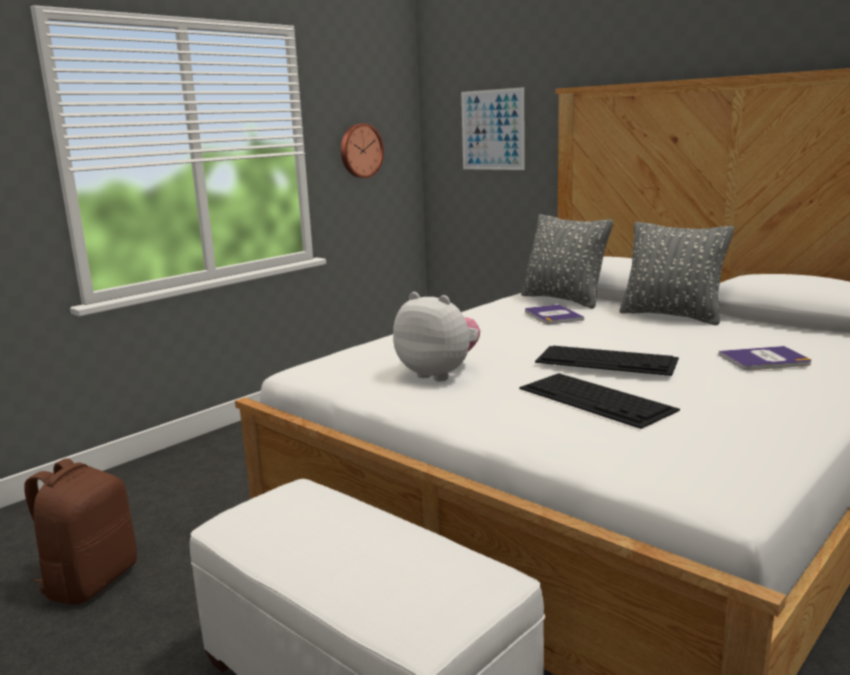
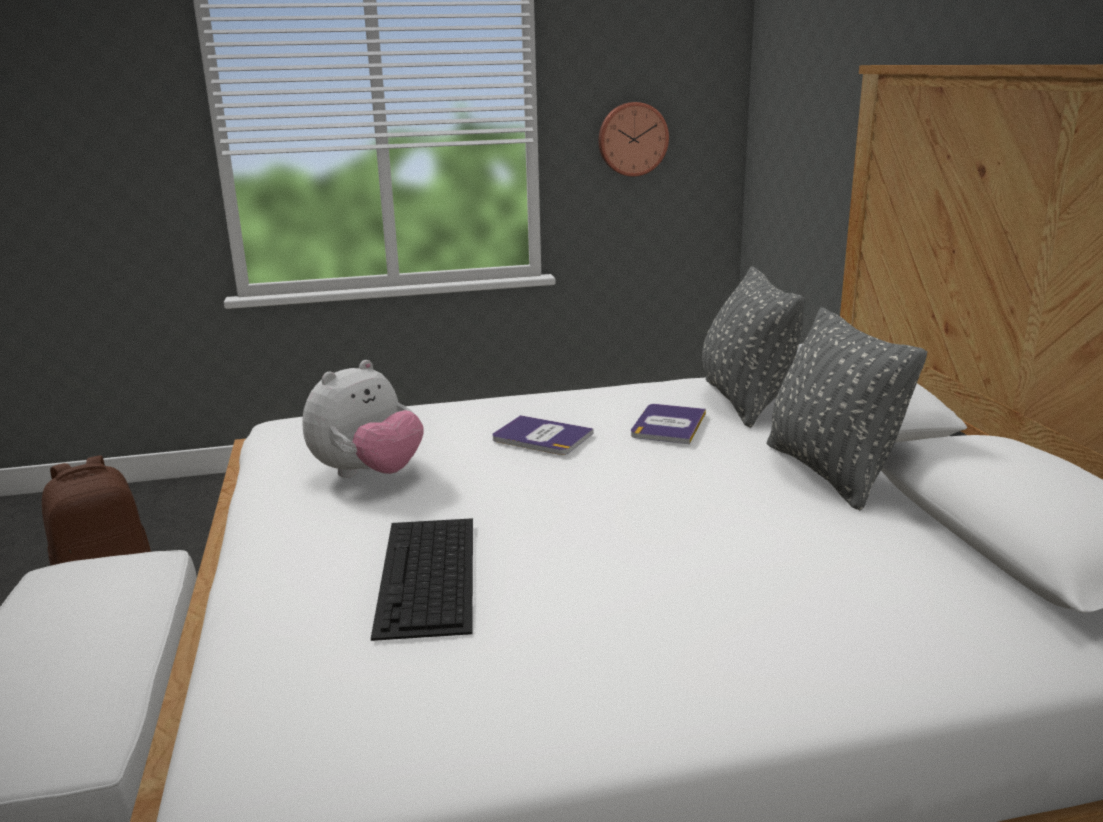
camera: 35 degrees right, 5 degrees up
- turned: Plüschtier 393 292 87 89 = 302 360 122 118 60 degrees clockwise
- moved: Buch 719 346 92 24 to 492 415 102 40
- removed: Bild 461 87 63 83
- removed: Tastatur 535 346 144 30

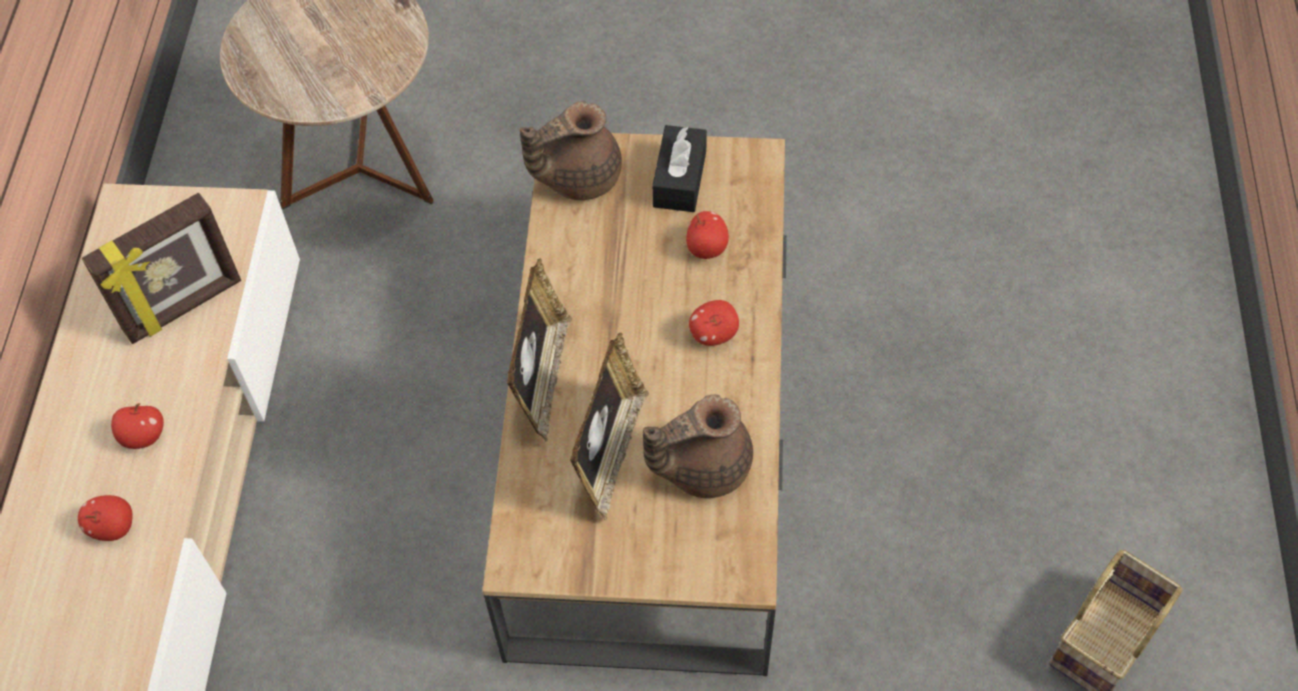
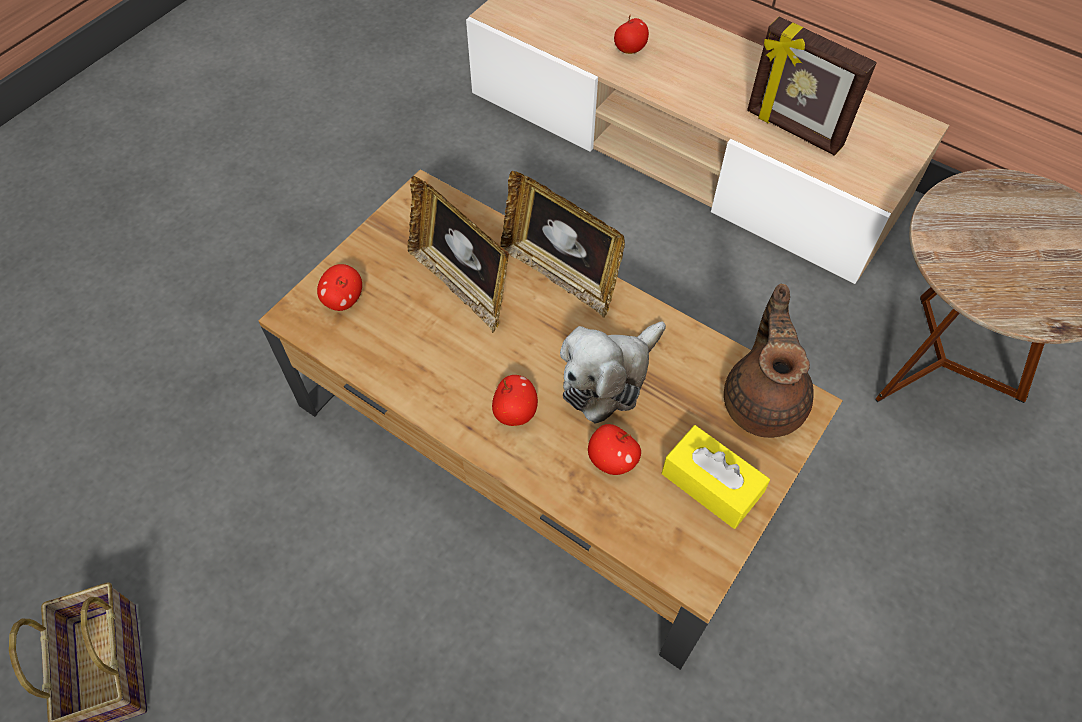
camera: 120 degrees right, 0 degrees up
- moved: Apfel 111 403 53 46 to 317 264 45 47
- added: Plüschtier 560 322 106 102
- recoloured: Taschentuchbox [schwarz] 652 125 55 87 to Taschentuchbox [gelb] 662 425 108 104
- turned: Bilderrahmen 82 193 159 151 = 747 17 130 139 45 degrees counterclockwise
- removed: Teekanne [braun] 643 395 110 103

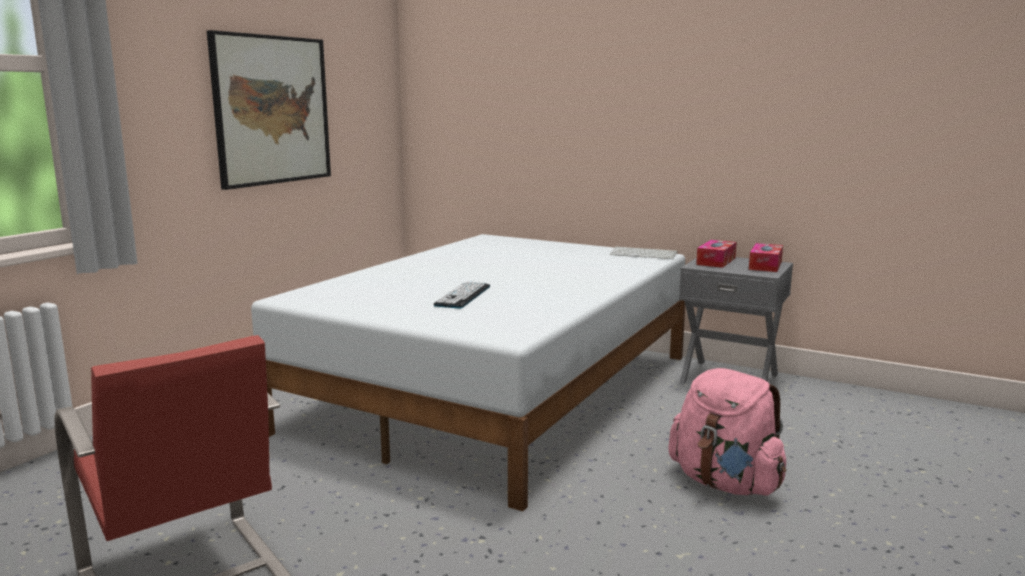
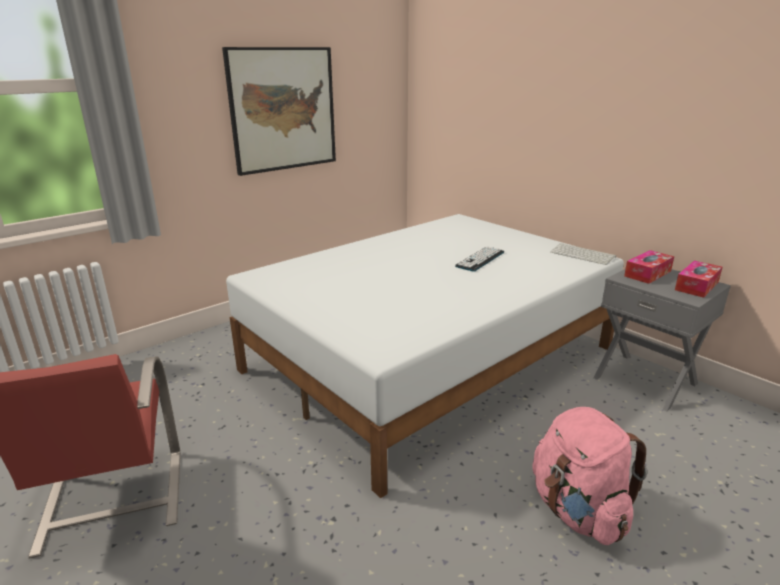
camera: 20 degrees right, 10 degrees up
- moved: Tastatur 434 281 56 27 to 455 246 49 26

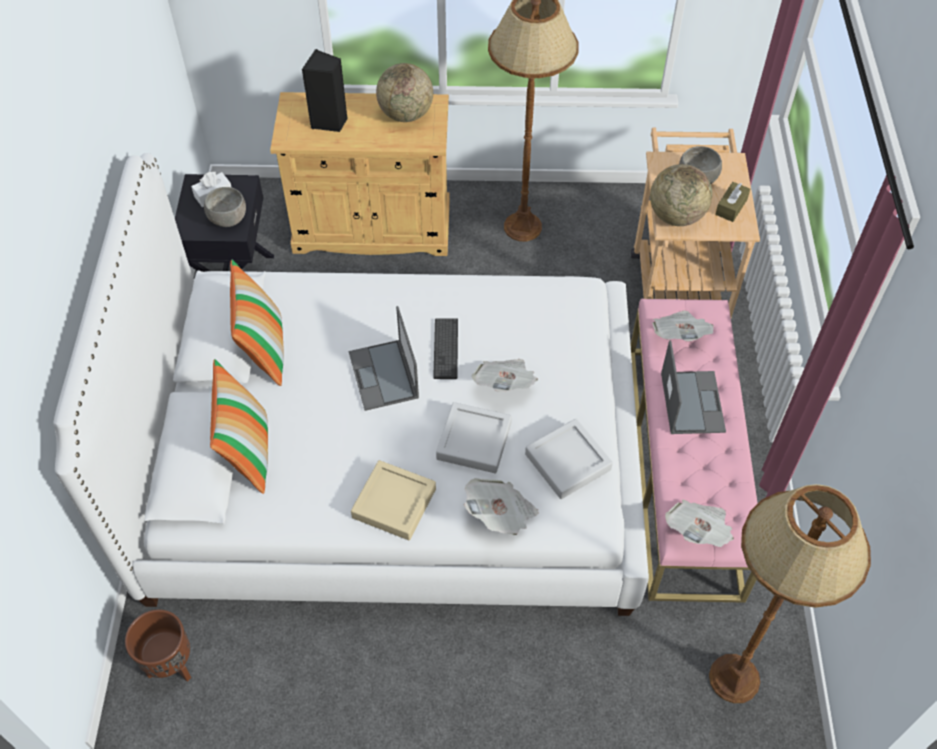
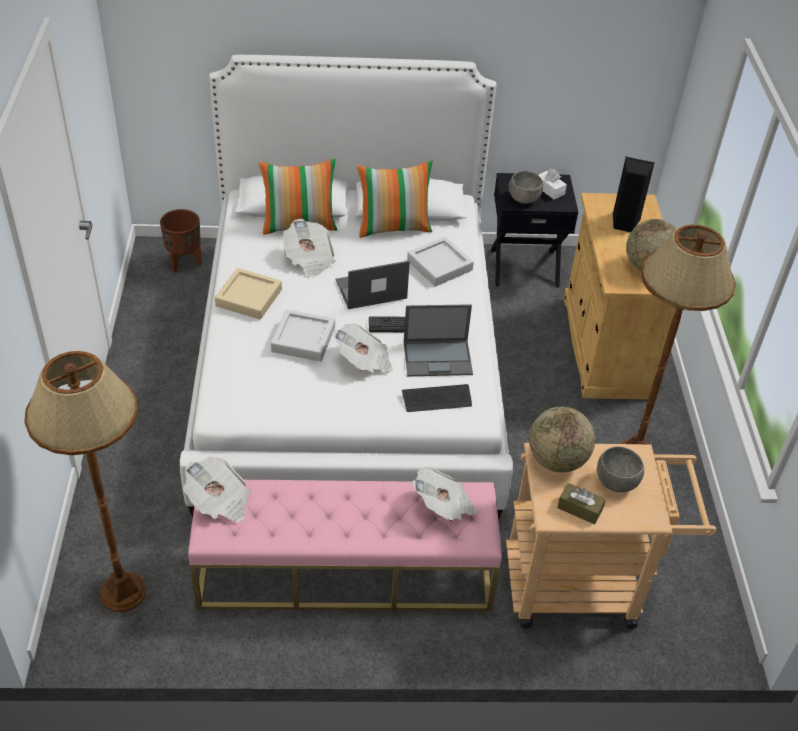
camera: 85 degrees right, 10 degrees down
- moved: Zeitung 464 478 75 57 to 283 219 52 59
- added: Tastatur 402 384 70 28
- moved: Laptop 661 340 65 94 to 404 304 69 72
- moved: Tablett [grau] 525 419 88 80 to 407 237 67 50

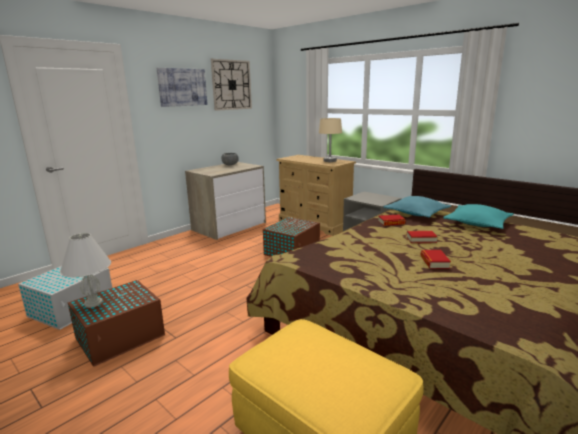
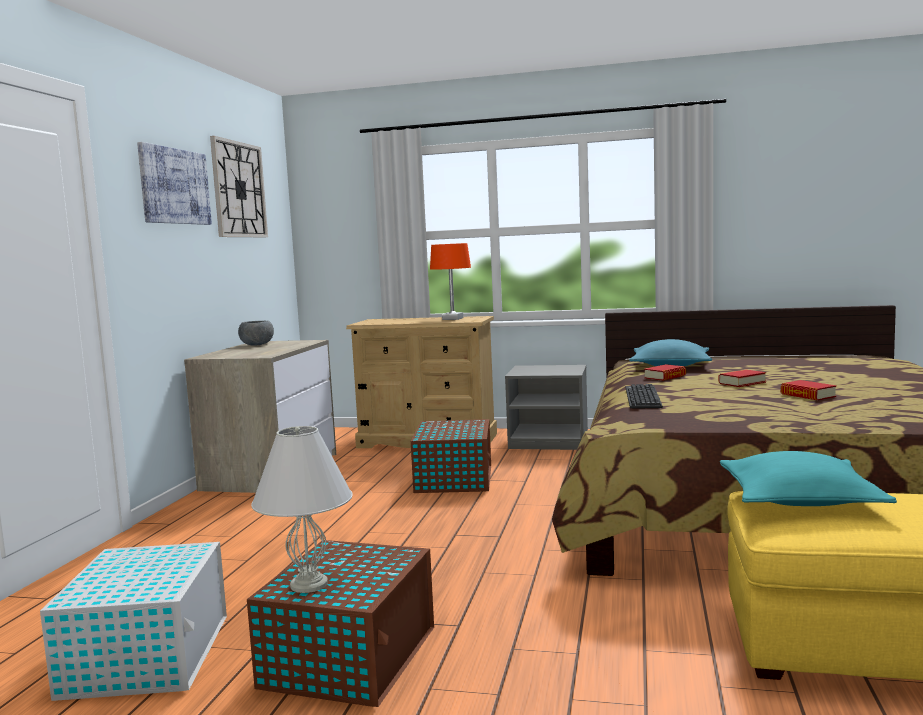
camera: 30 degrees left, 10 degrees down
- recoloured: Tischlampe [beige] 319 118 23 44 to Tischlampe [orange] 430 243 41 77
- added: Tastatur 626 384 37 24
- moved: Kissen [türkis] 443 204 70 25 to 720 451 177 55

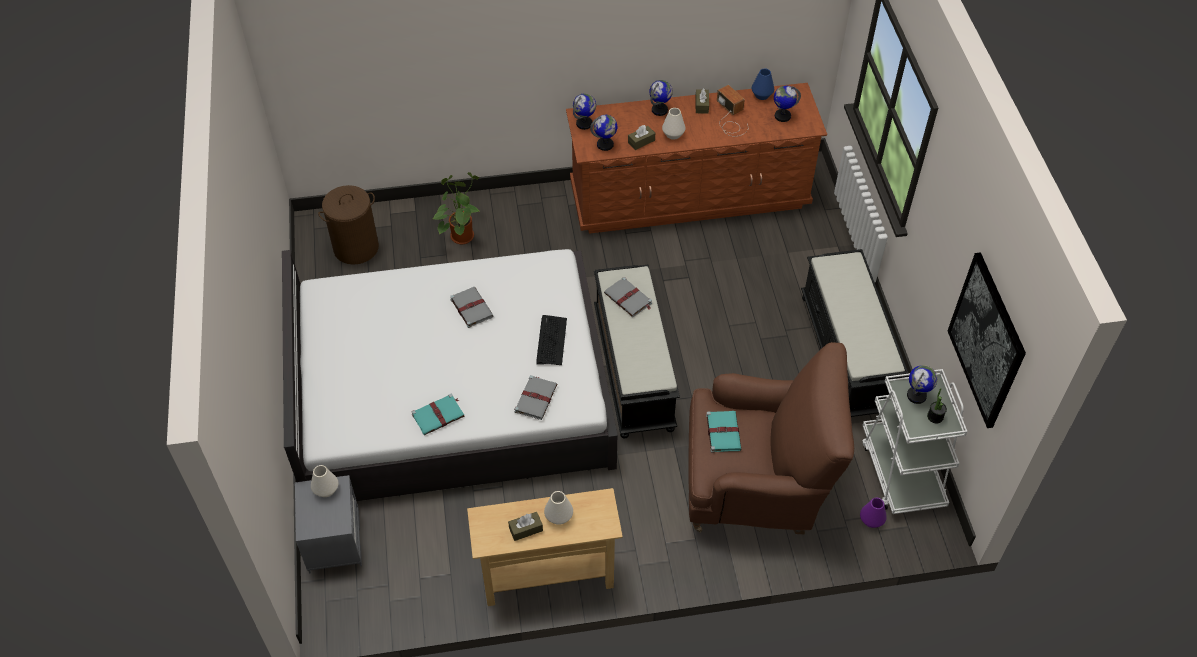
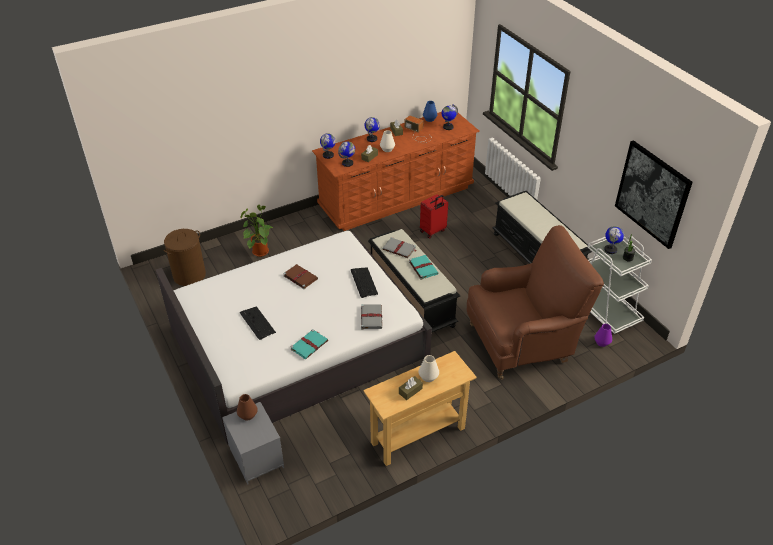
camera: 20 degrees left, 10 degrees down
- recoloured: Vase [weiß] 311 465 27 32 to Vase [braun] 237 394 21 27
- added: Tastatur 240 306 36 34
- recoloured: Buch [grau] 450 287 44 41 to Buch [braun] 283 264 35 25
- moved: Buch [türkis] 706 411 35 42 to 409 255 29 25
- added: Koffer [rot] 420 194 28 44

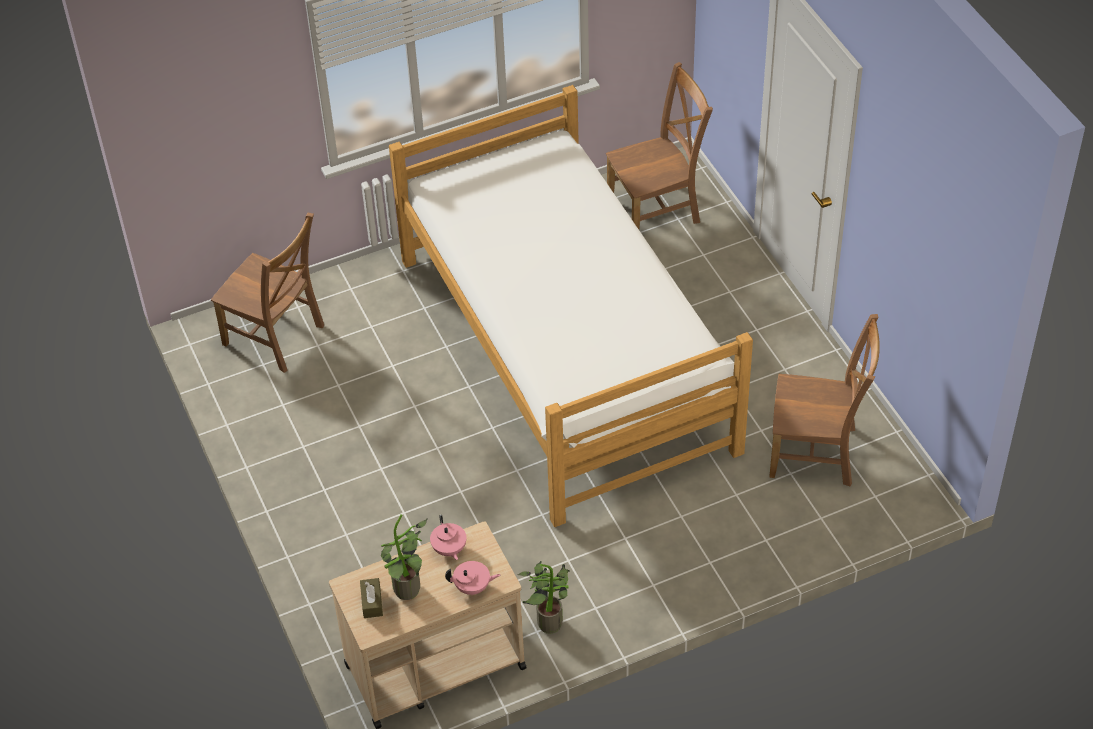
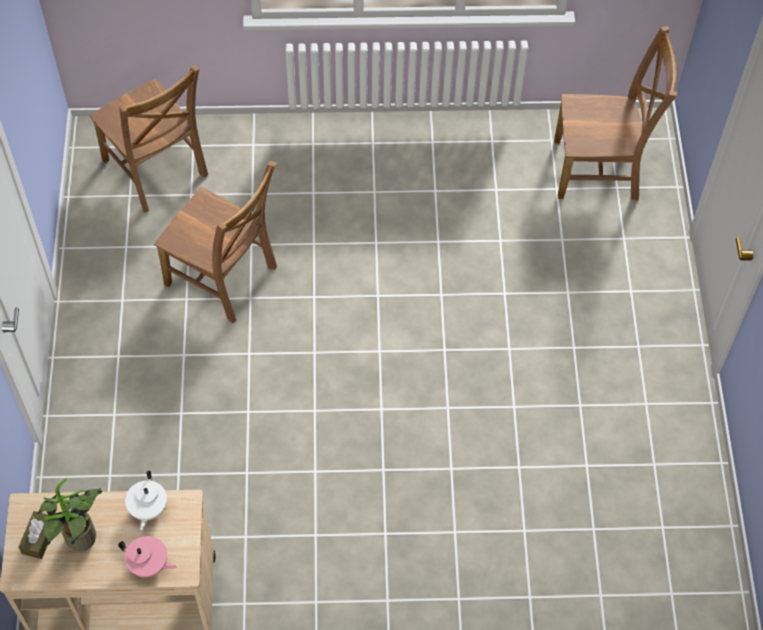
camera: 20 degrees right, 10 degrees up
- recoloured: Teekanne [rosa] 430 515 36 45 to Teekanne [weiß] 125 471 42 59
- moved: Stuhl [braun] 769 314 111 173 to 154 161 123 163
- removed: Bett 389 85 364 442
- removed: Topfpflanze 517 561 53 73

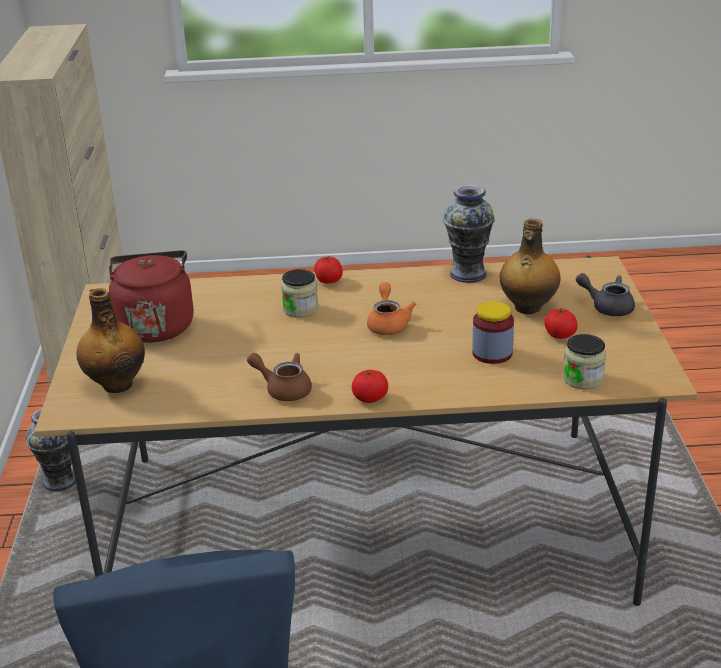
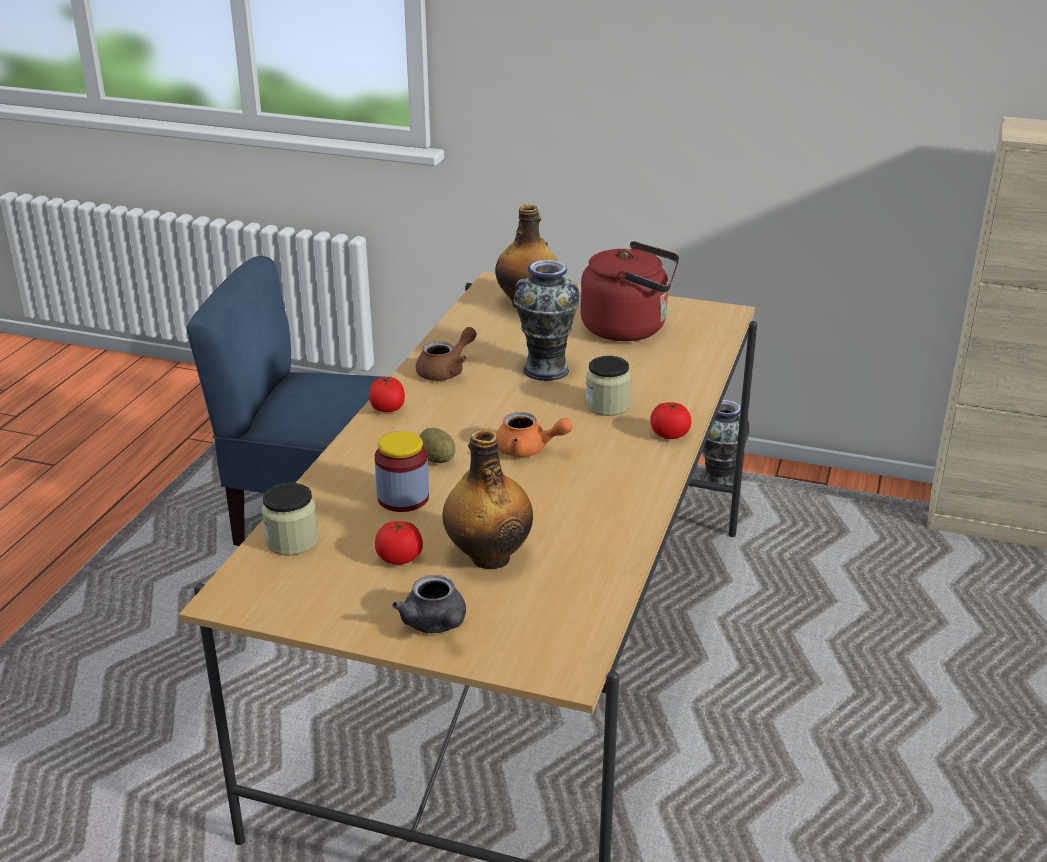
camera: 110 degrees right, 0 degrees up
- turned: Teekanne [grau] 576 273 59 43 = 392 575 74 58 105 degrees clockwise
- added: Kartoffel 419 428 36 35
- moved: Vase 443 185 51 98 to 513 260 67 121

